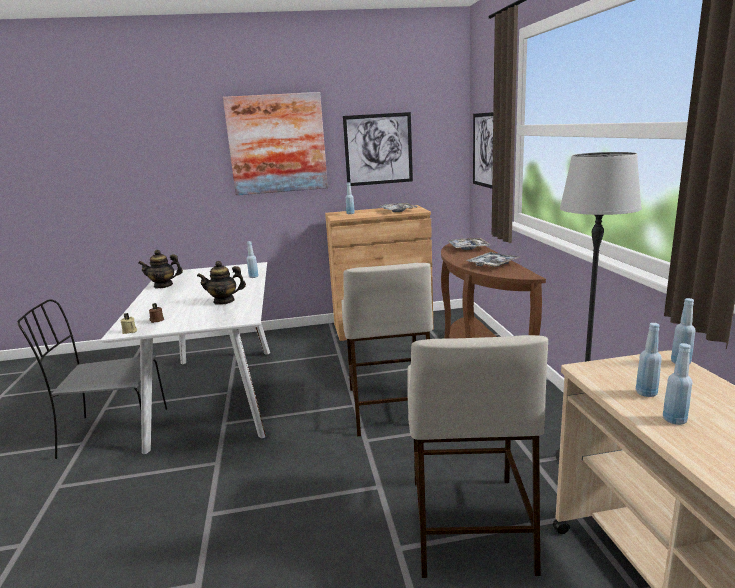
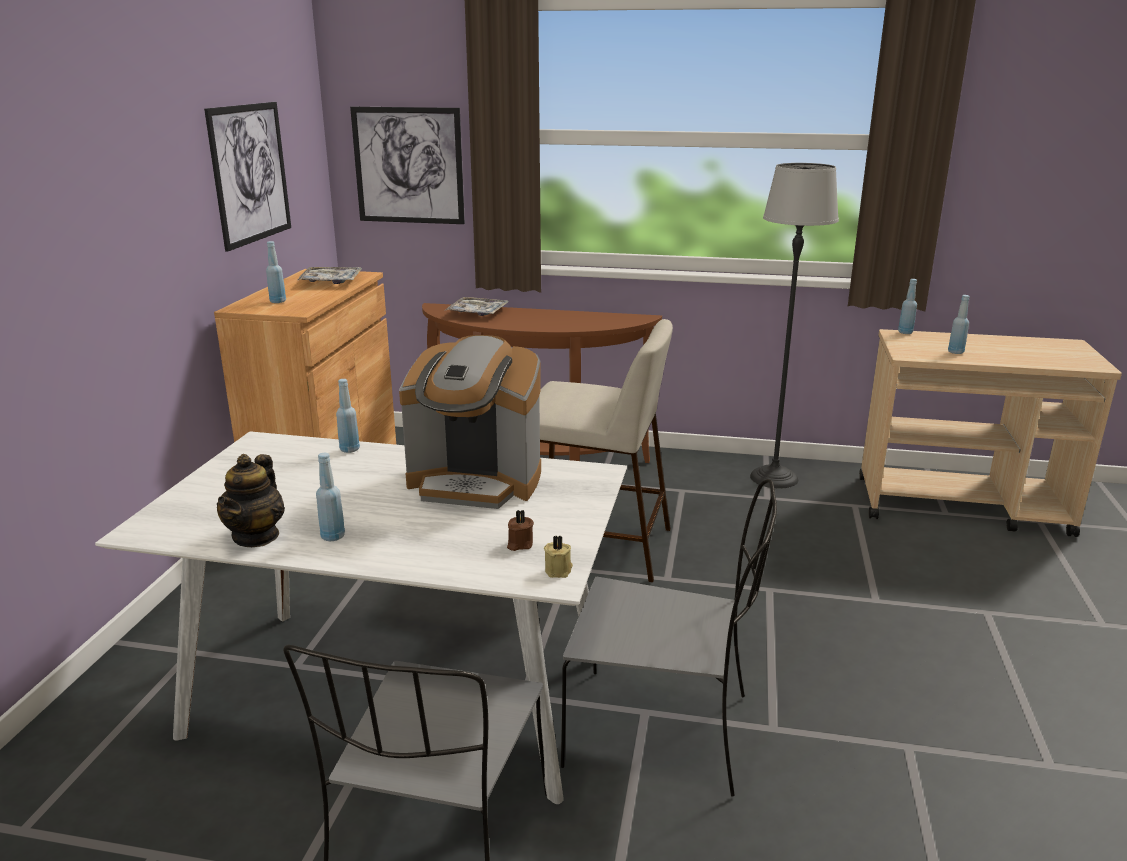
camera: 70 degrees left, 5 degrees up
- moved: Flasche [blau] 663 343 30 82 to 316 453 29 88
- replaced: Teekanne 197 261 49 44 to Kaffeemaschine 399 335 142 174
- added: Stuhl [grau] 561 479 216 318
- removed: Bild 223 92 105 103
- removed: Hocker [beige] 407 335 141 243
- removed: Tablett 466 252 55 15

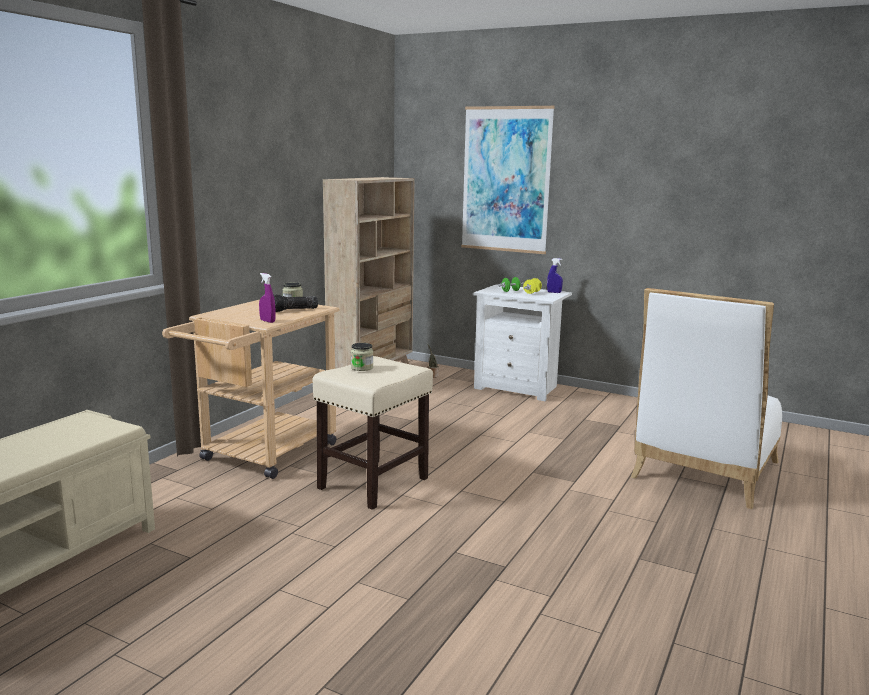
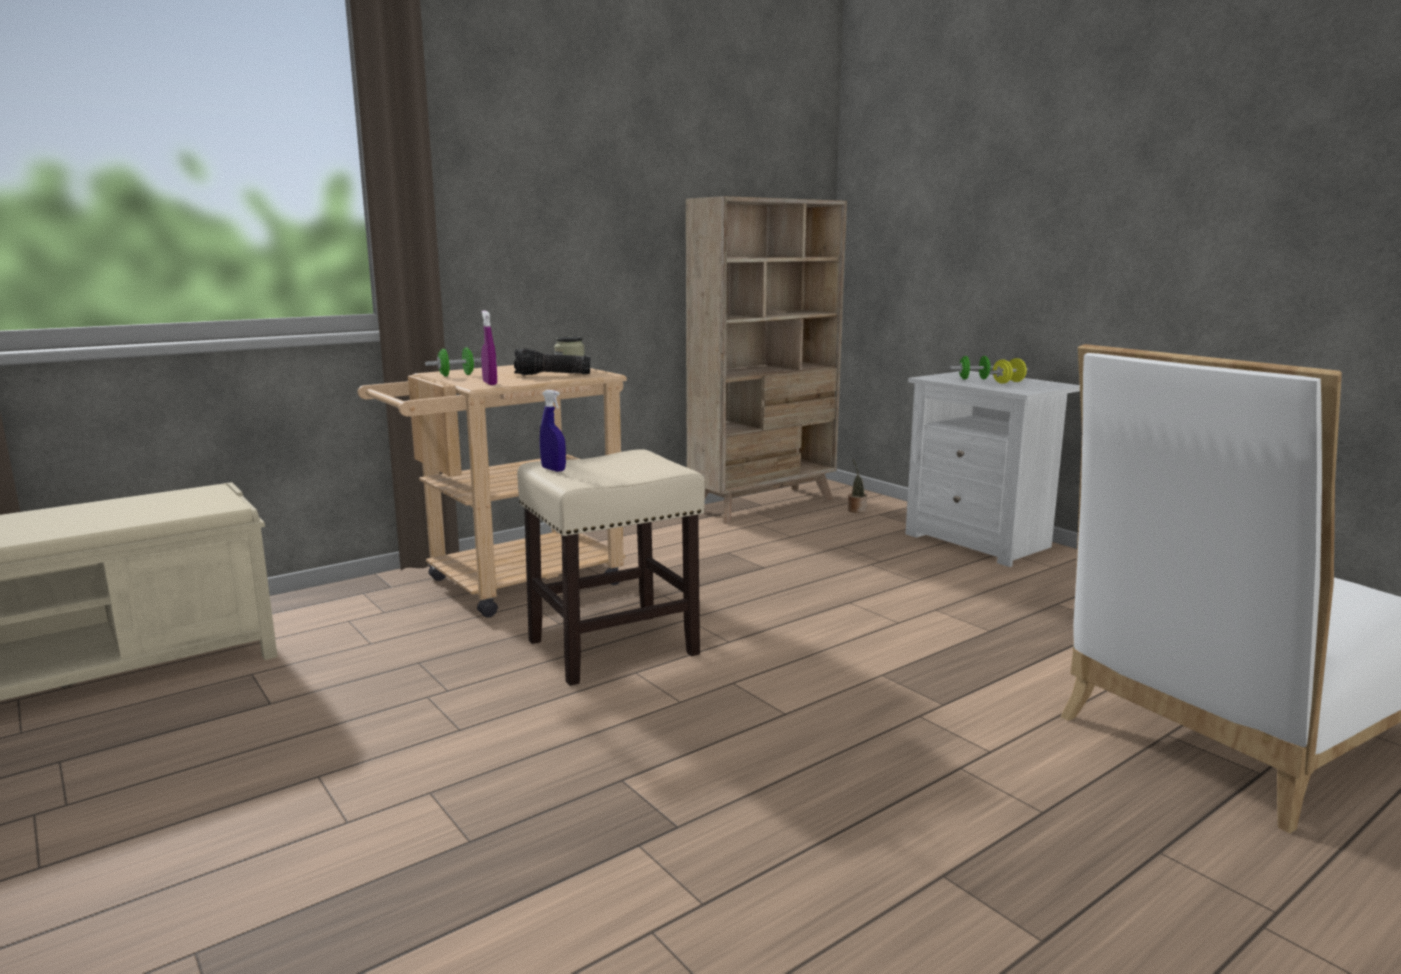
camera: 25 degrees right, 0 degrees up
- added: Hantel [grün] 425 347 57 30
- moved: Sprühflasche [blau] 547 258 16 35 to 540 390 26 82
- removed: Vorratsglas 351 343 22 28
- removed: Bild 461 106 94 148

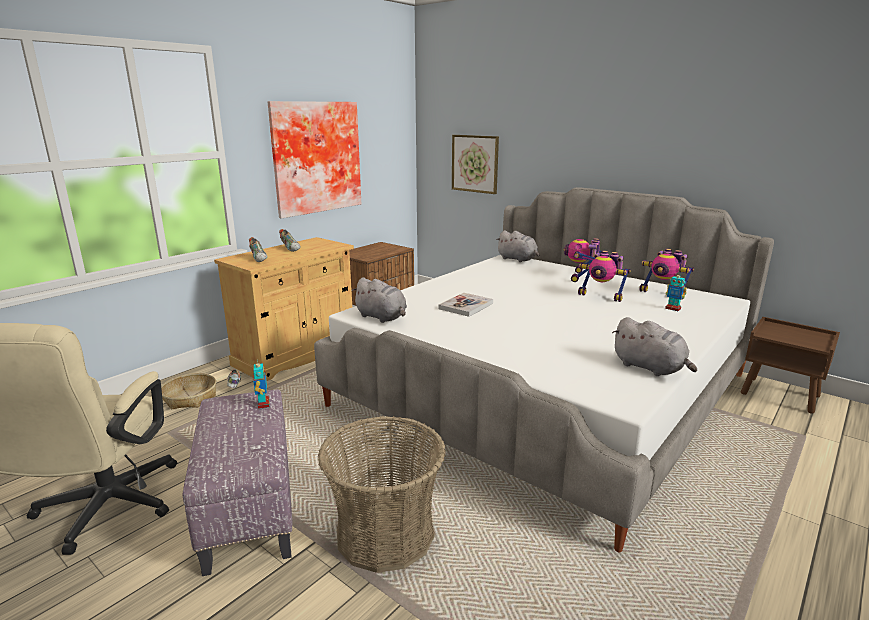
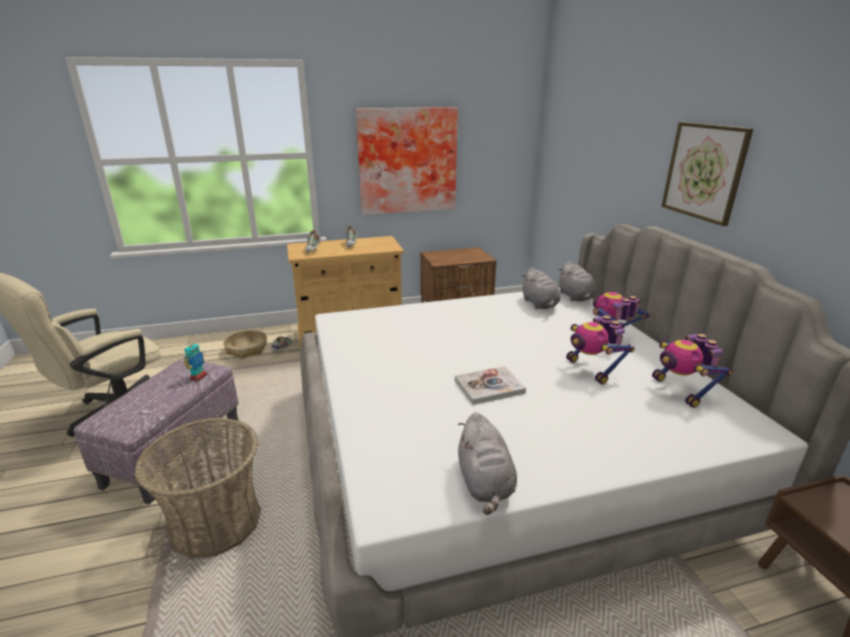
camera: 35 degrees right, 5 degrees up
- moved: Buch 439 293 54 24 to 455 366 71 39
- moved: Plüschtier [grau] 351 277 56 46 to 521 267 39 42
- moved: Bild 452 135 47 59 to 661 122 92 104
- removed: Spielzeugroboter 665 272 22 39

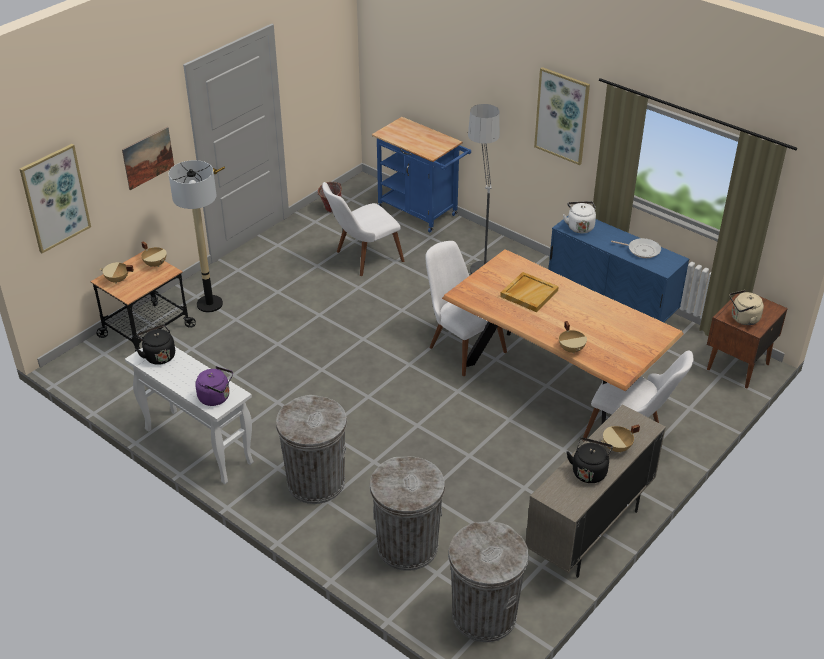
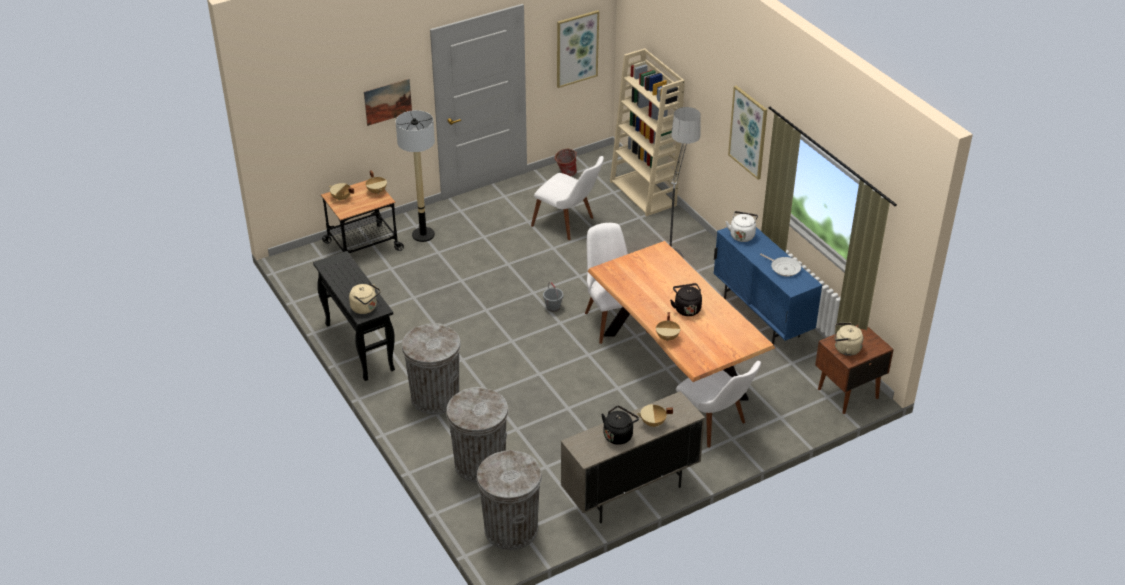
camera: 20 degrees right, 0 degrees up
- recoloured: Konsolentisch [weiß] 125 347 129 137 to Konsolentisch [schwarz] 313 251 82 130
- recoloured: Wasserkessel [lila] 195 366 38 40 to Wasserkessel [beige] 349 283 32 31
- turned: Stuhl [weiß] 322 182 82 94 = 531 156 73 84 135 degrees counterclockwise
- added: Eimer [grau] 543 282 20 30
- moved: Bild 20 144 71 109 to 557 10 42 78
- replaced: Rollwagen [blau] 372 117 99 116 to Bücherregal [beige] 610 48 75 168
- moved: Wasserkessel [schwarz] 137 324 38 41 to 670 283 32 33
- removed: Tablett [beige] 500 272 59 40

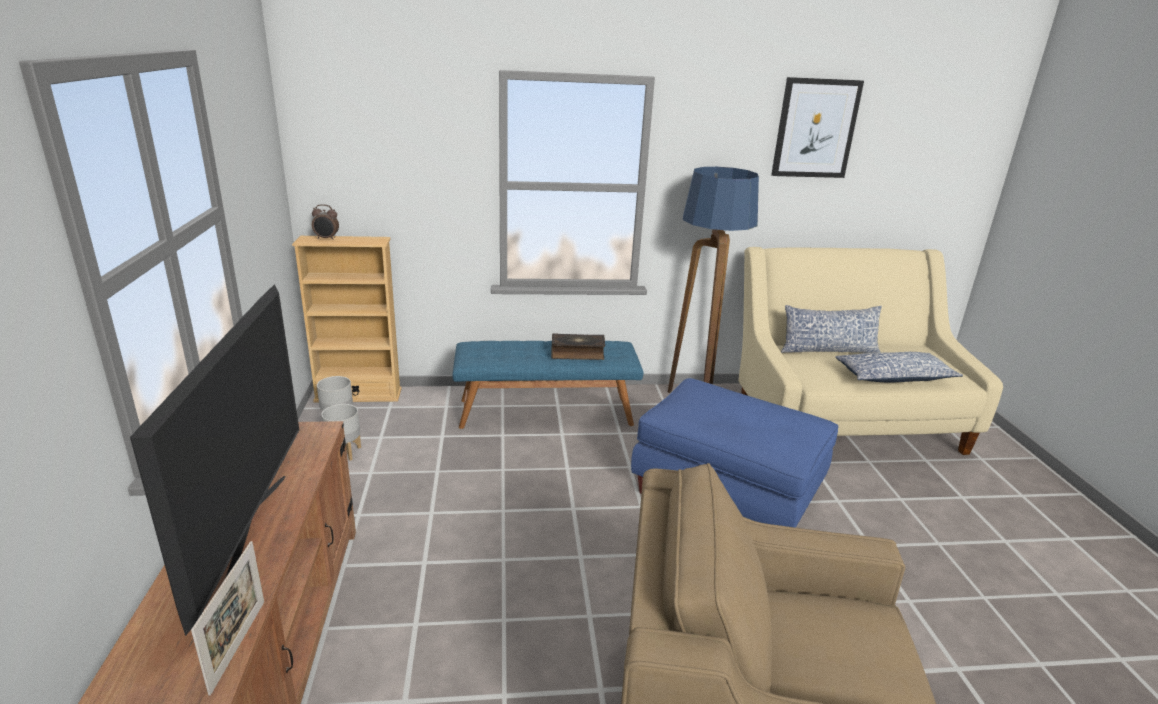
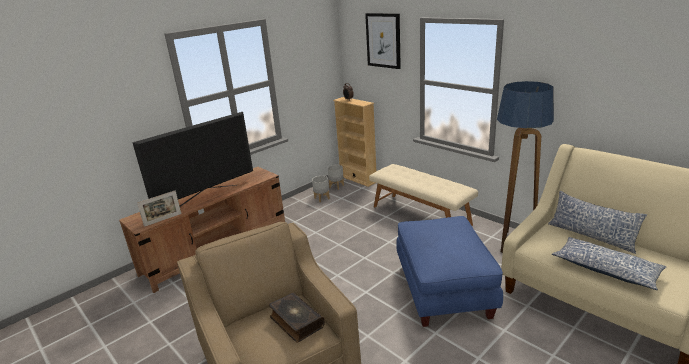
camera: 55 degrees right, 0 degrees up
- moved: Buch 551 333 54 27 to 269 293 56 50
- moved: Bild 771 77 93 101 to 365 13 36 56
- recoloured: Bank [blau] 452 341 191 88 to Bank [beige] 369 164 109 62

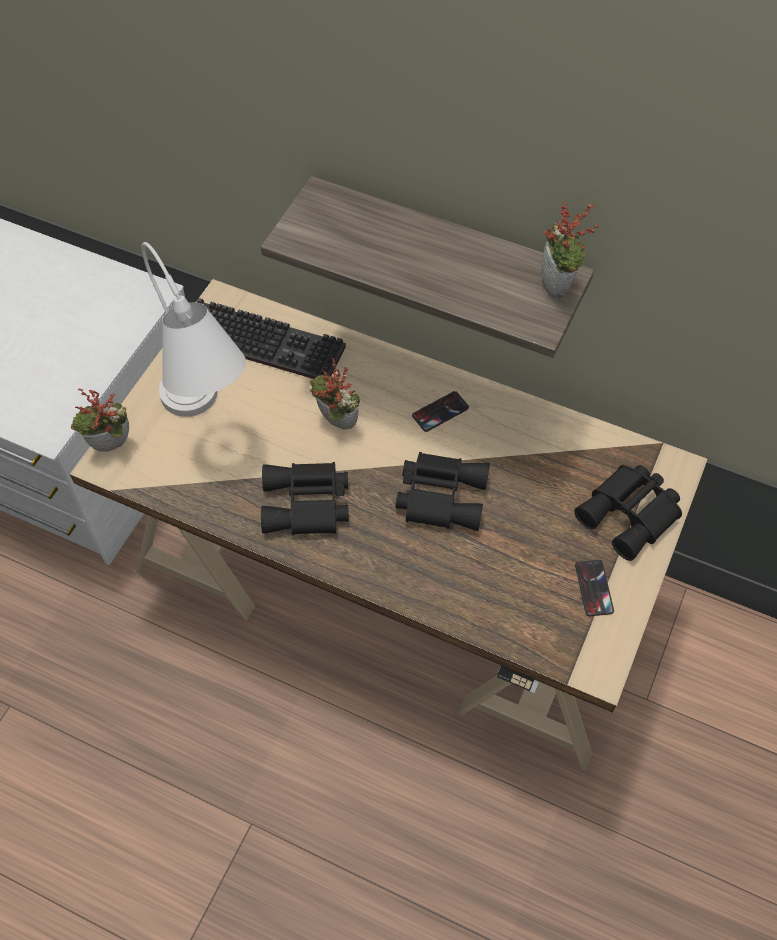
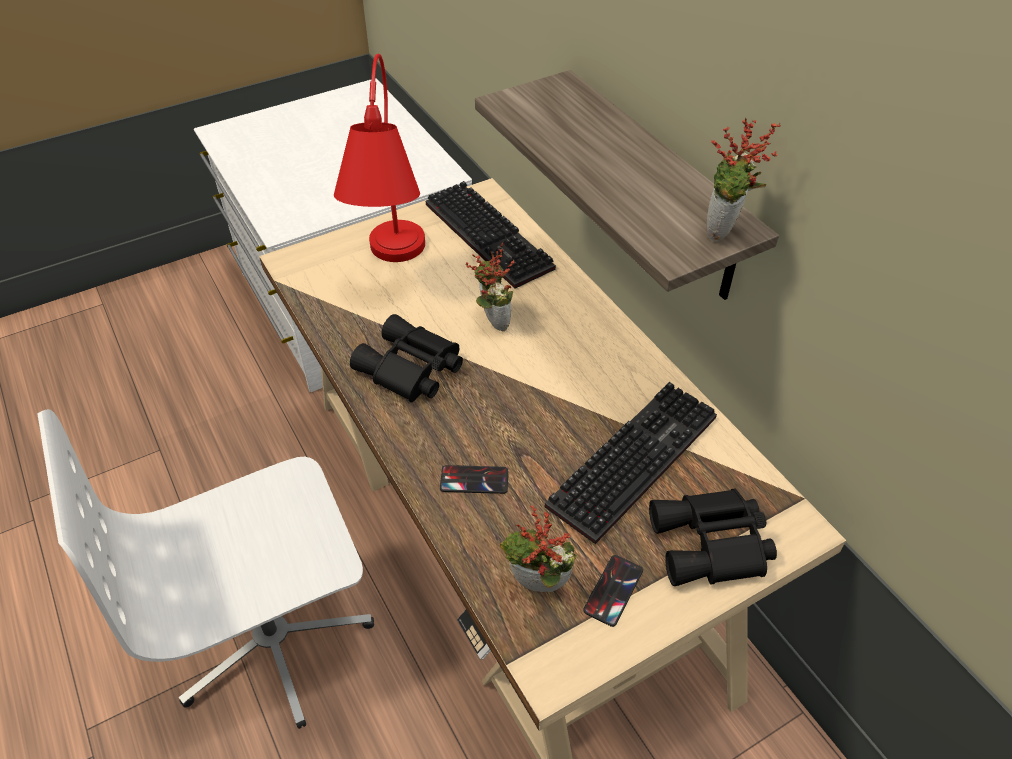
camera: 35 degrees right, 10 degrees down
- added: Bürostuhl [weiß] 38 409 336 320
- recoloured: Tischlampe [weiß] 141 242 105 175 to Tischlampe [rot] 334 54 91 208
- moved: Handy 412 391 57 41 to 440 465 68 29
- moved: Topfpflanze 71 388 58 64 to 500 506 77 86
- added: Tastatur 545 382 172 162
- removed: Fernglas [schwarz] 395 452 95 79

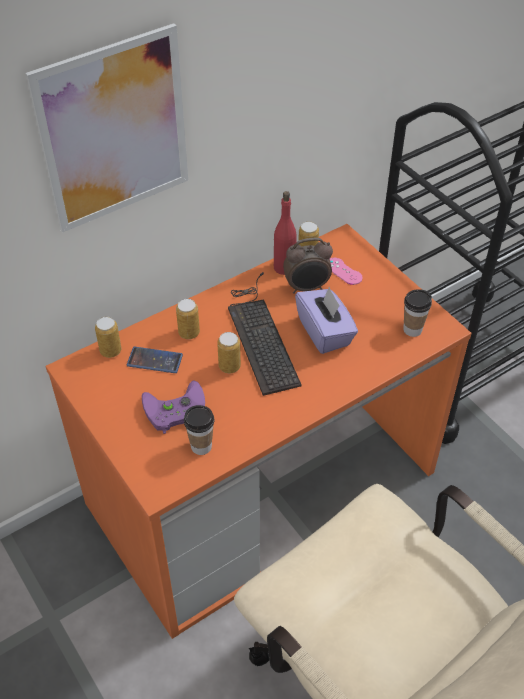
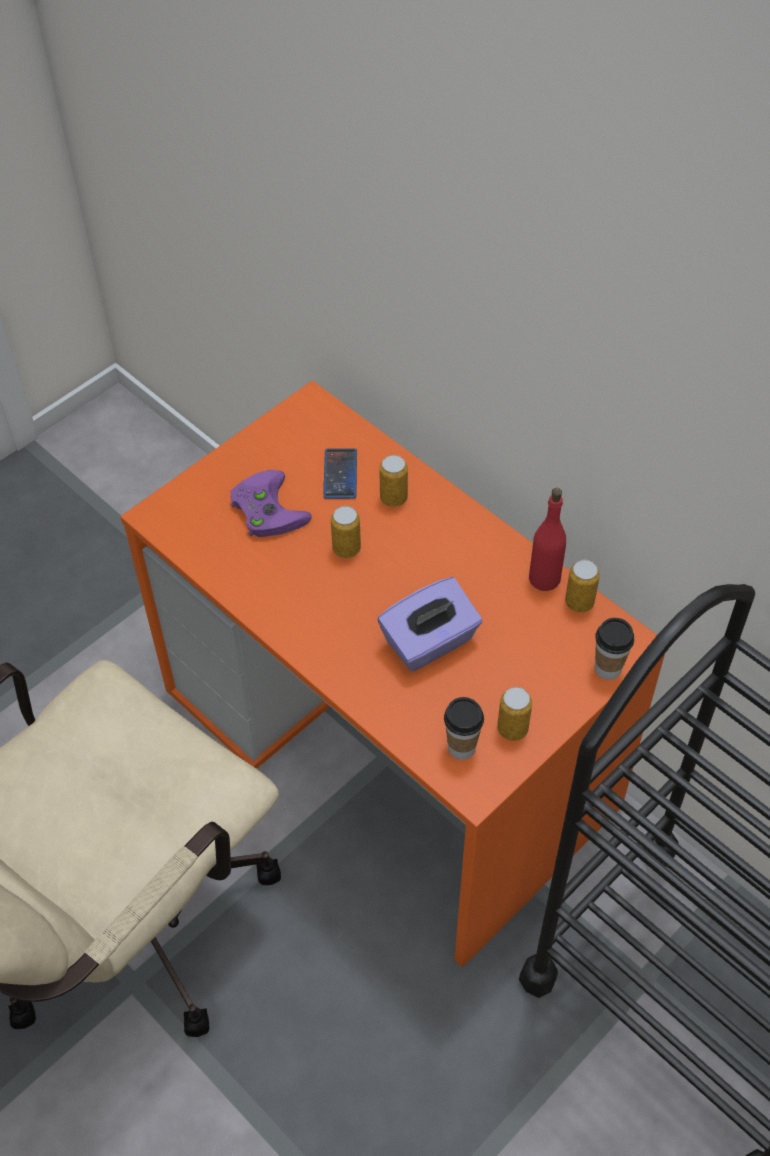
camera: 80 degrees right, 5 degrees up
- moved: Dose 95 317 26 41 to 497 687 35 54
- moved: Tasse 184 405 30 50 to 595 618 39 62
- removed: Bild 25 23 163 209
- removed: Tastatur 228 272 74 124
- removed: Wecker 283 238 50 56
- removed: Gamepad [rosa] 330 258 33 27

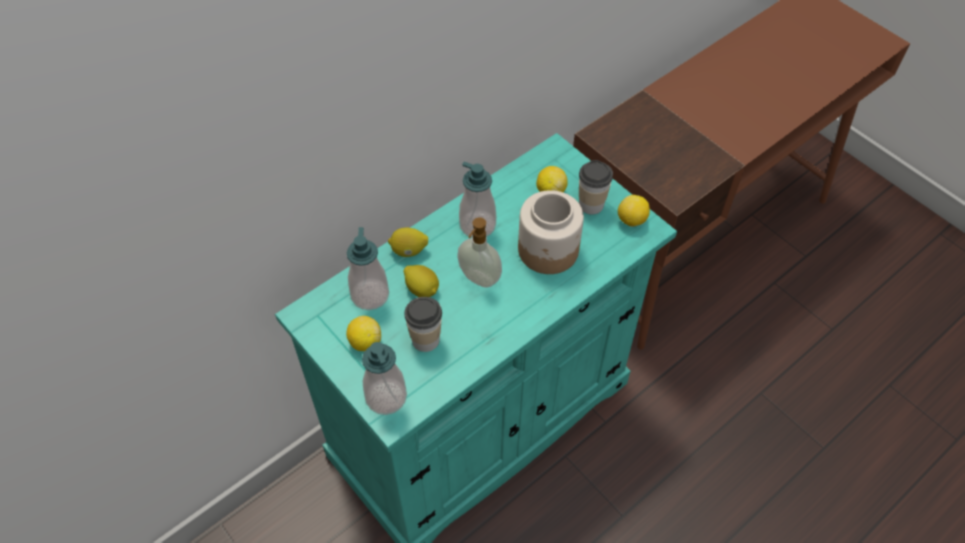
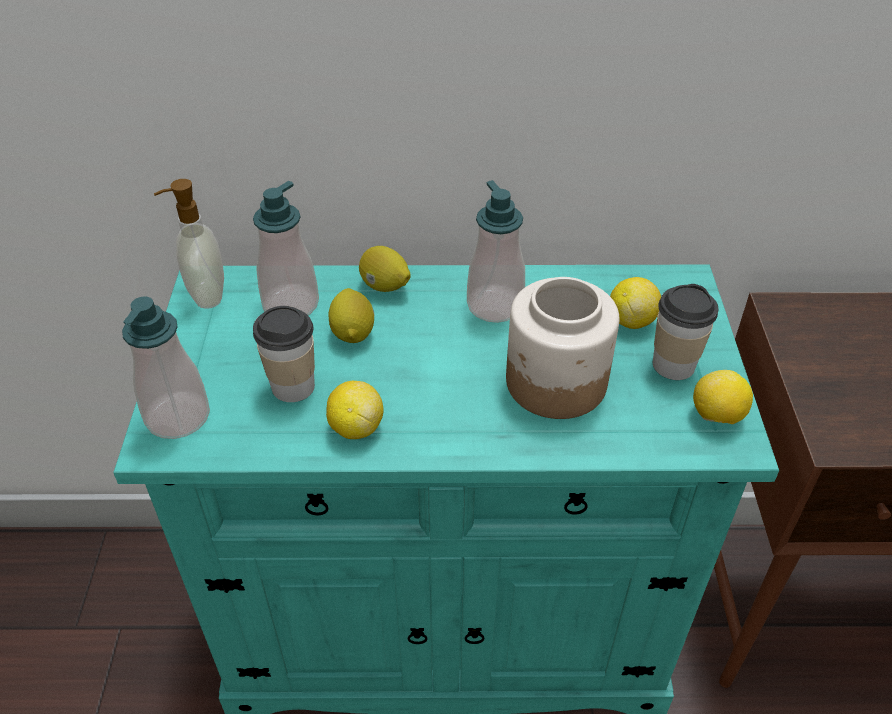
camera: 40 degrees right, 10 degrees down
- moved: Seifenspender 457 217 45 71 to 154 179 70 130
- moved: Zitrone 346 316 35 35 to 326 381 58 58

